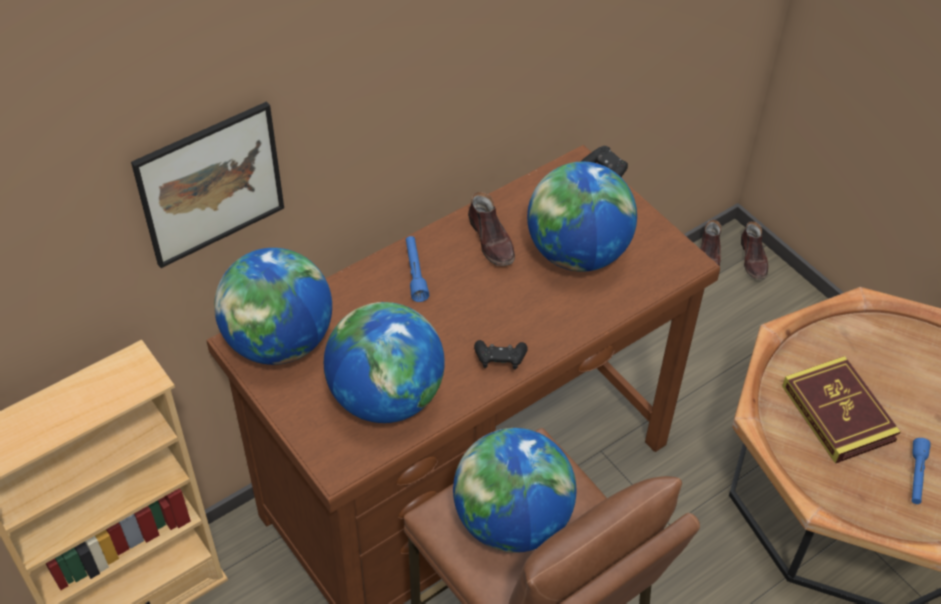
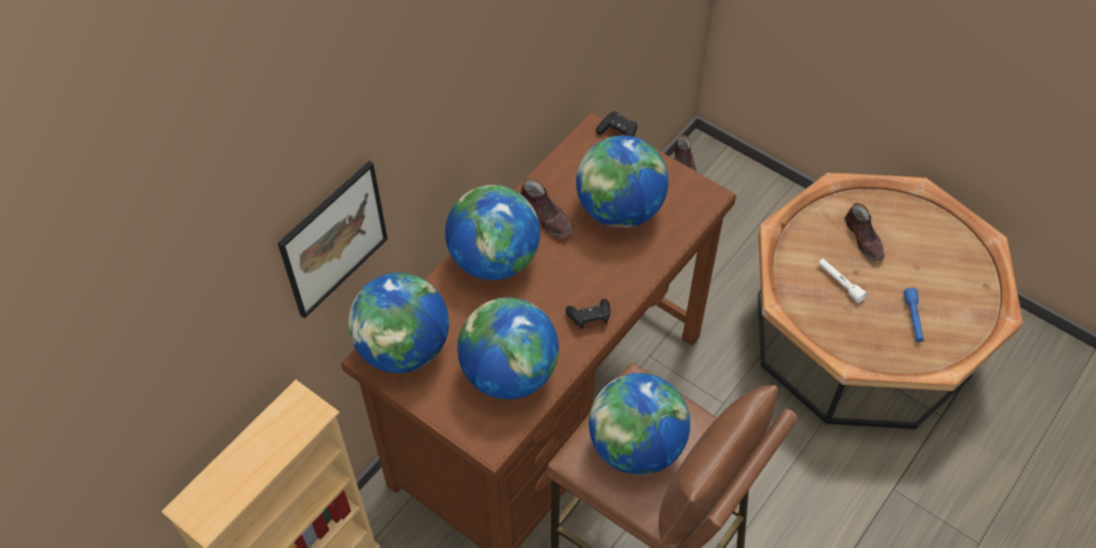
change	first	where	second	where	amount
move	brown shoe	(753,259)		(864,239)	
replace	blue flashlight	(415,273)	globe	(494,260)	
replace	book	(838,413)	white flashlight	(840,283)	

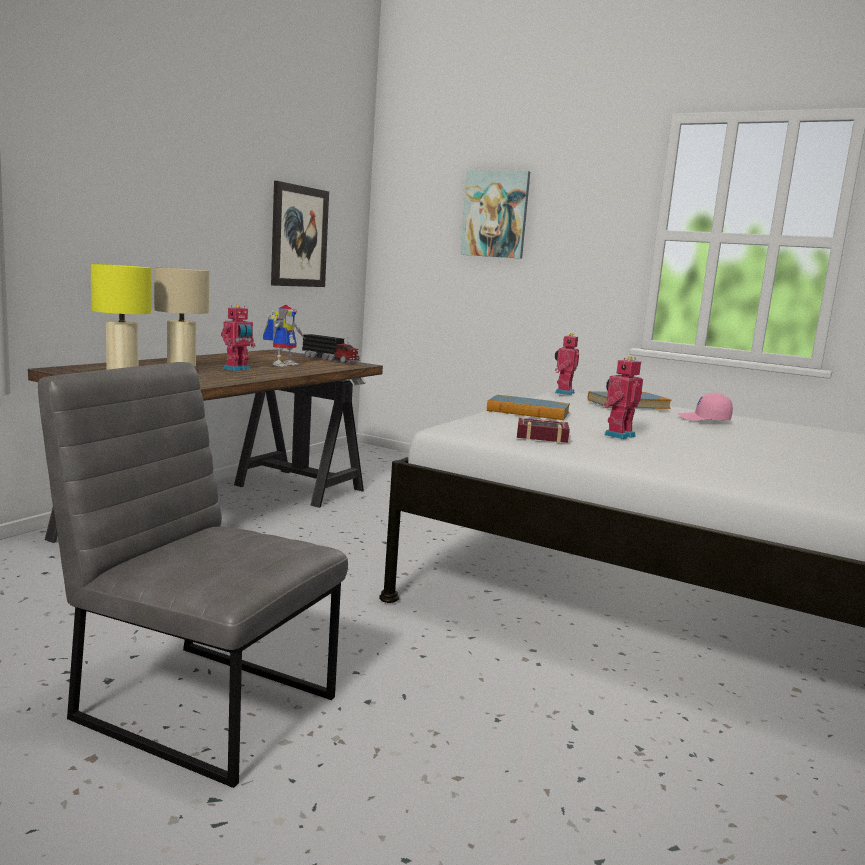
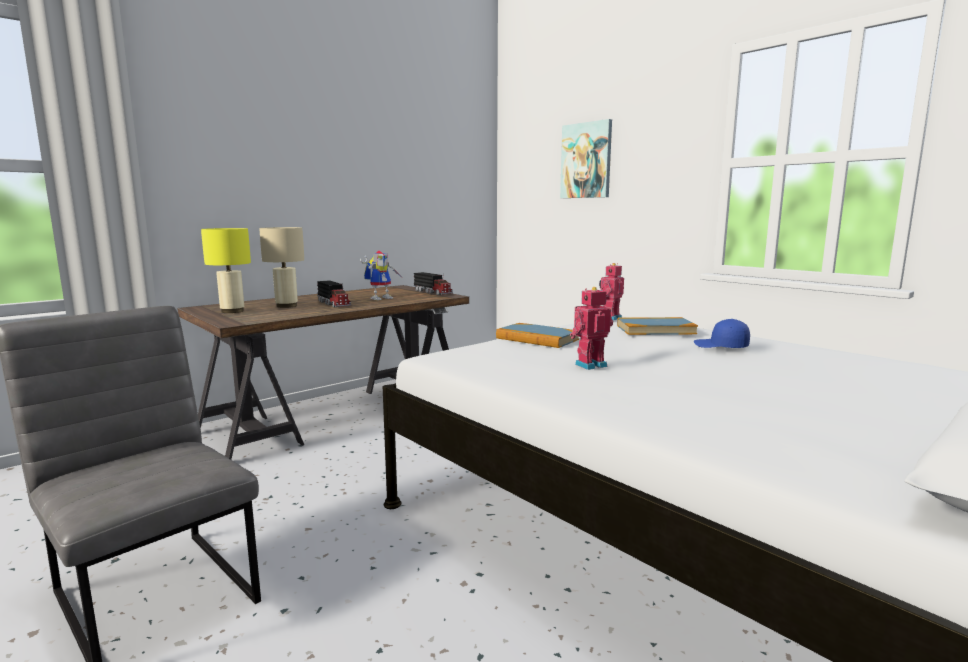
change	first	where	second	where	amount
delete	picture	(299,236)			
delete	book	(539,436)			
replace	toy robot	(237,369)	toy truck	(334,303)	
recolor	pink cap	(704,419)	blue cap	(720,346)	

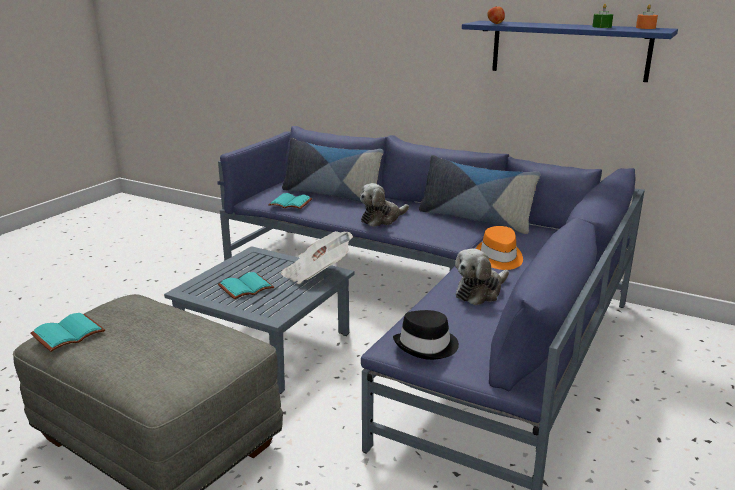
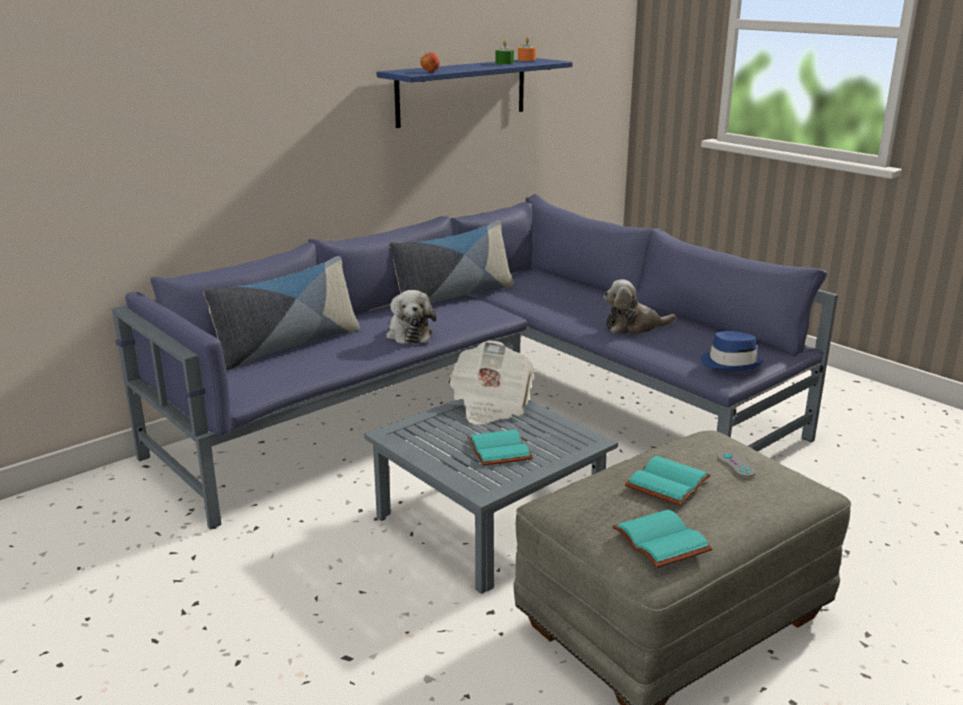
change	first	where	second	where	amount
delete	orange hat	(499,258)			
insert			grey game controller	(736,464)	
move	turquoise book	(291,203)		(666,481)	
recolor	black hat	(427,346)	blue hat	(730,363)	
rotate	plush toy	(480,292)		(633,327)	105 degrees clockwise

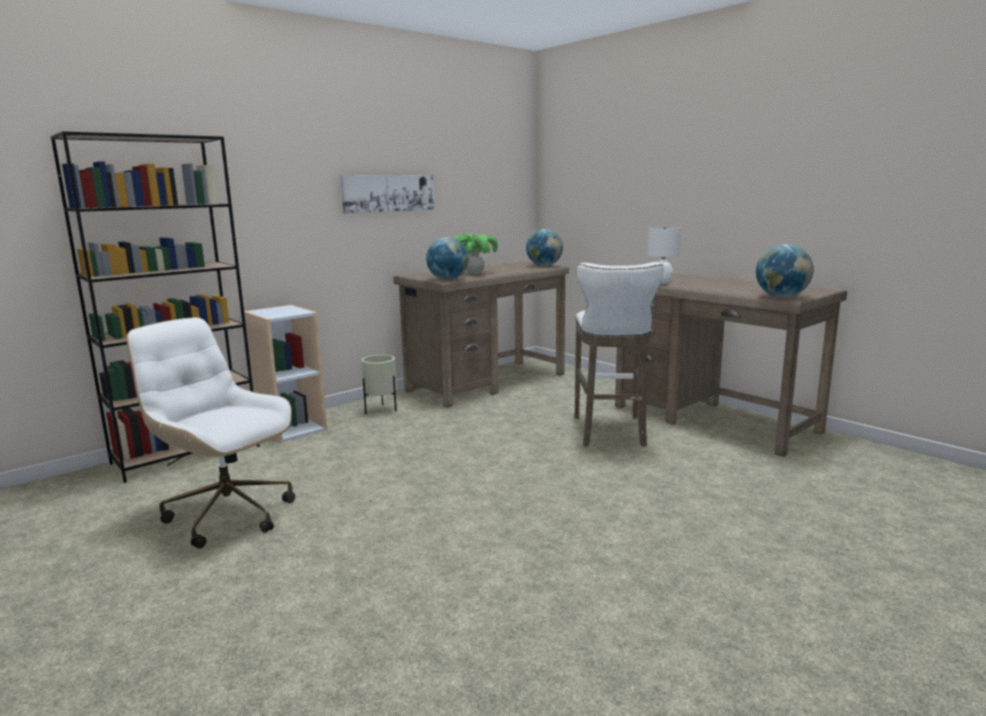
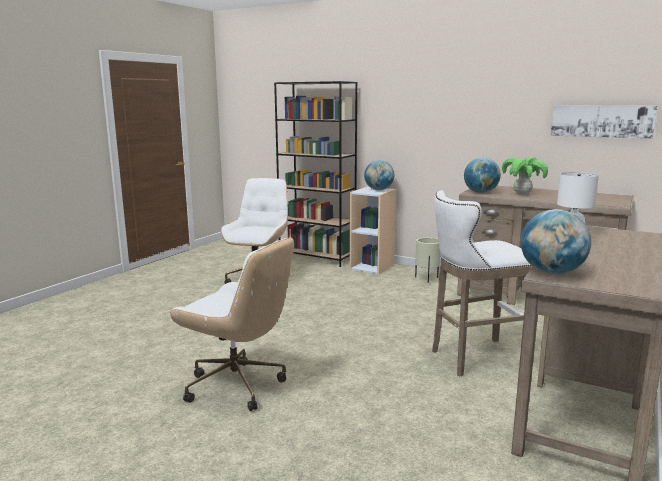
change	first	where	second	where	amount
insert			white office chair	(238,388)	
move	picture	(388,193)		(601,121)	
move	globe	(544,266)		(378,190)	

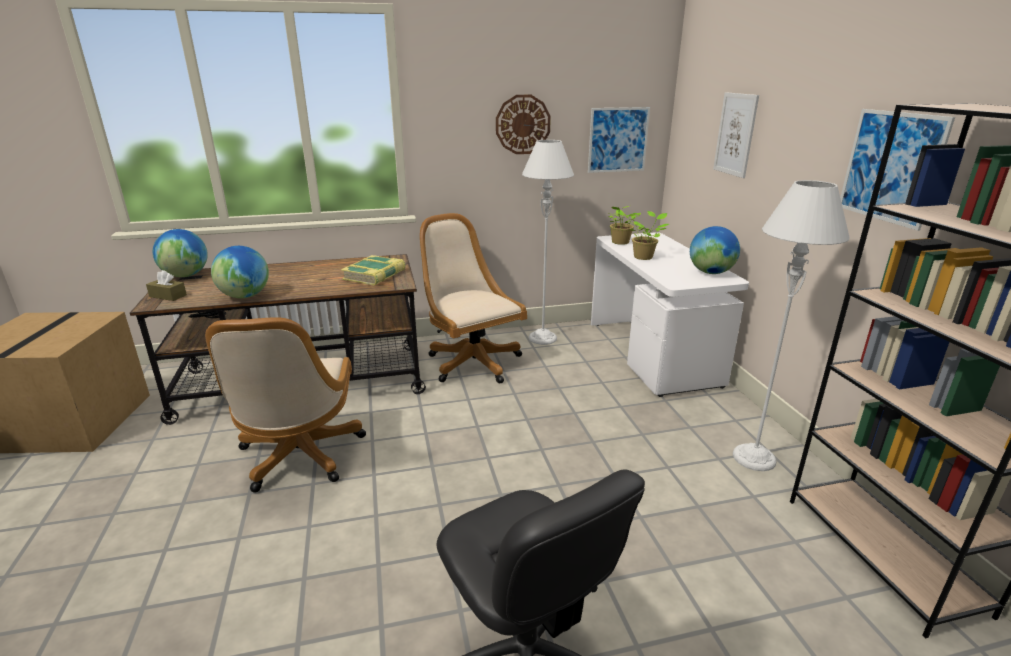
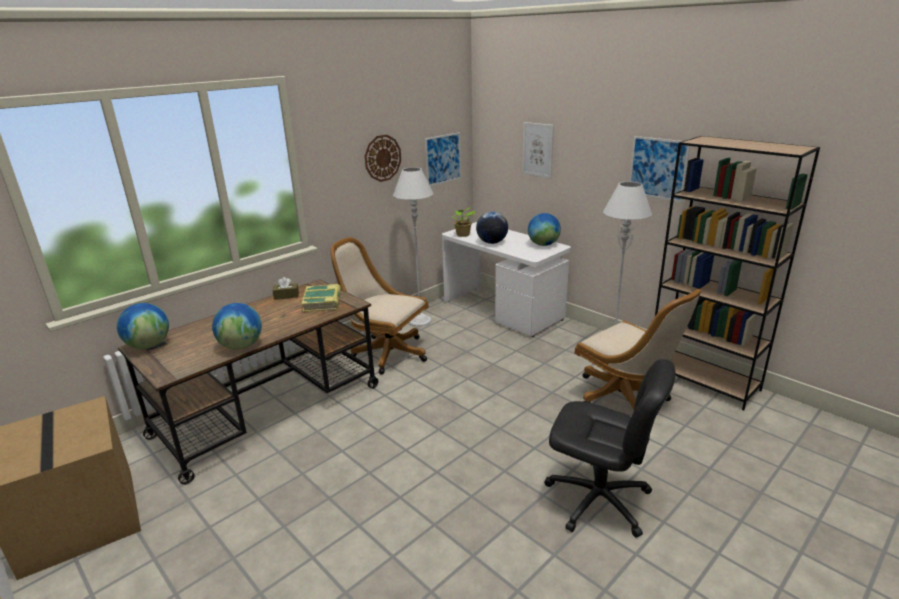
change	first	where	second	where	amount
move	brown tissue box	(168,296)		(286,296)	
move	office chair	(300,459)		(627,398)	
replace	potted plant	(644,257)	globe	(492,242)	

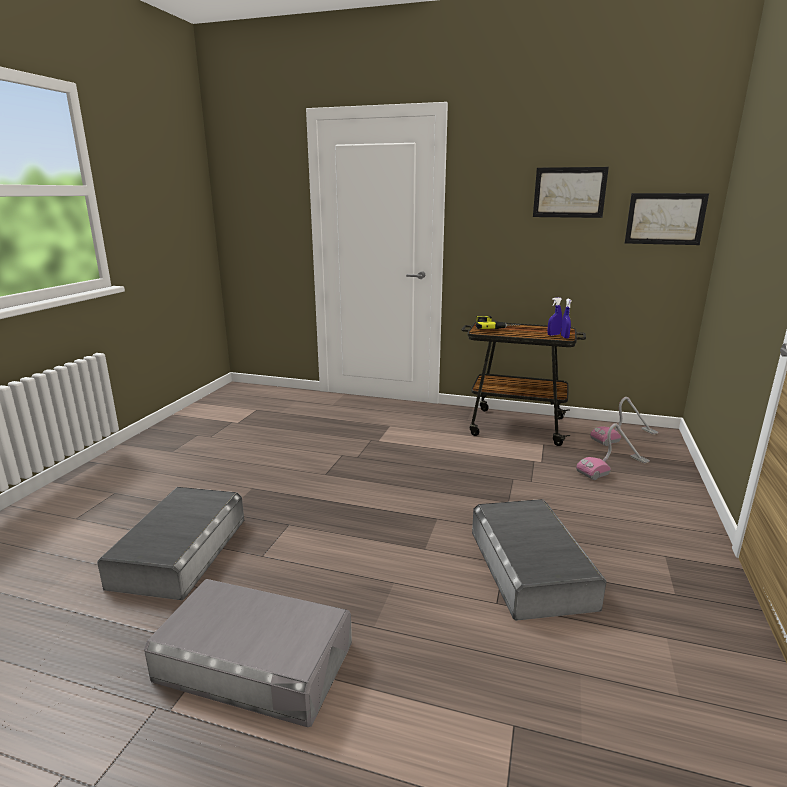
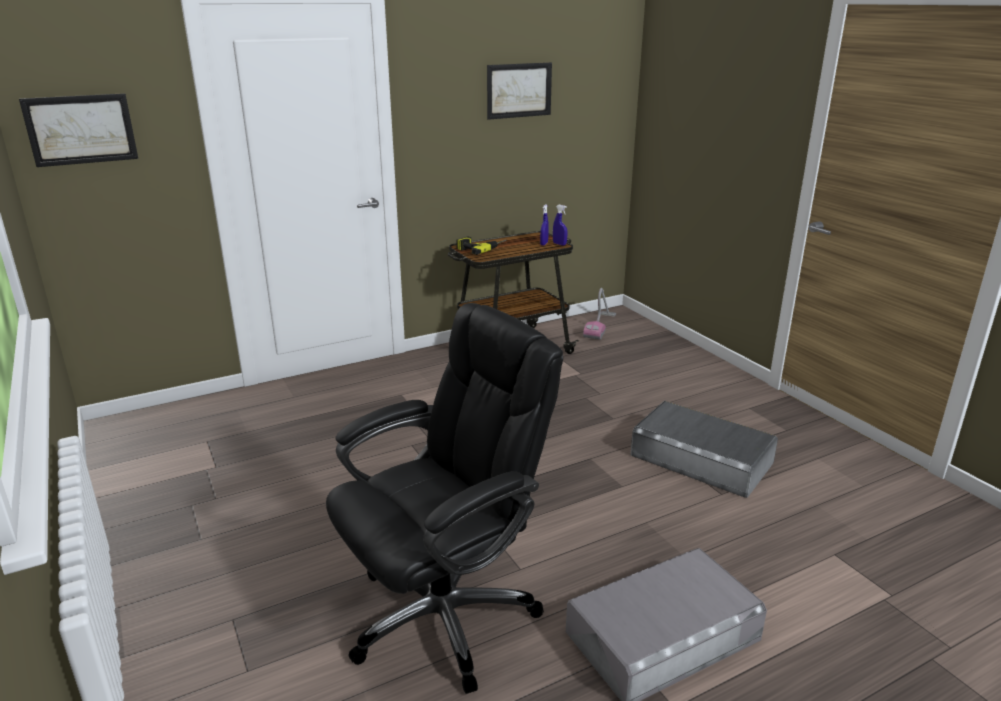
change	first	where	second	where	amount
delete	vacuum cleaner	(613,467)			
move	picture	(665,219)		(81,129)	
replace	grey storage box	(180,552)	black office chair	(443,615)	

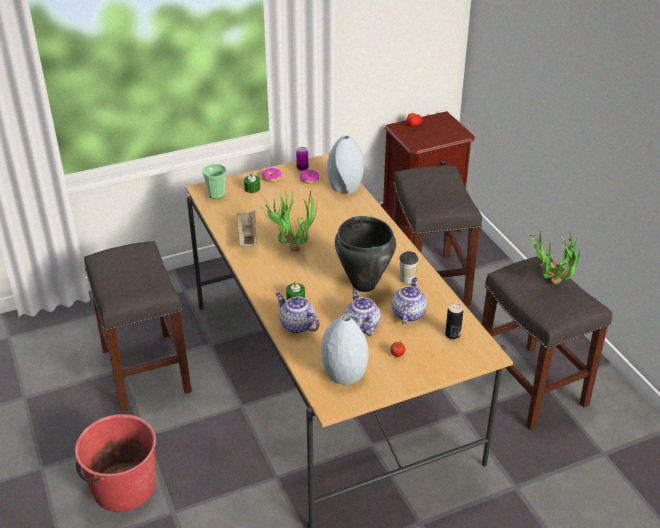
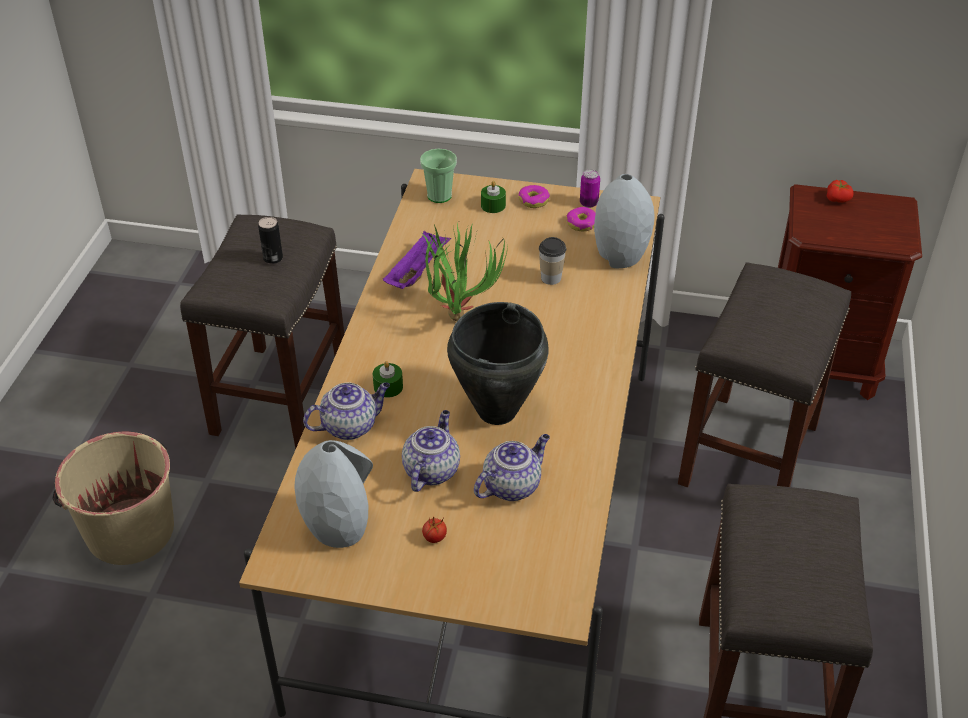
change	first	where	second	where	amount
delete	potted plant	(550,285)			
move	cup	(407,279)		(551,278)	
move	can	(452,334)		(273,258)	
recolor	red bucket	(123,487)	beige bucket	(129,531)	
recolor	beige tray	(247,237)	purple tray	(417,271)	
rotate	teapot	(296,325)		(350,426)	75 degrees clockwise

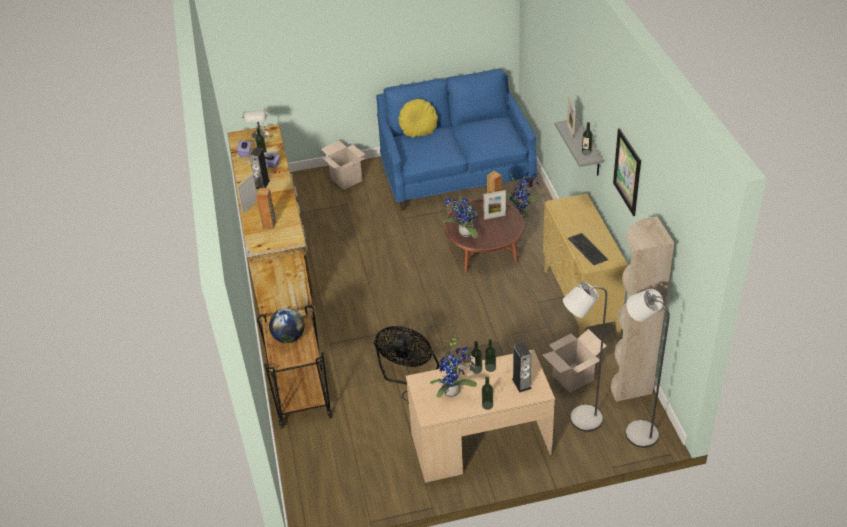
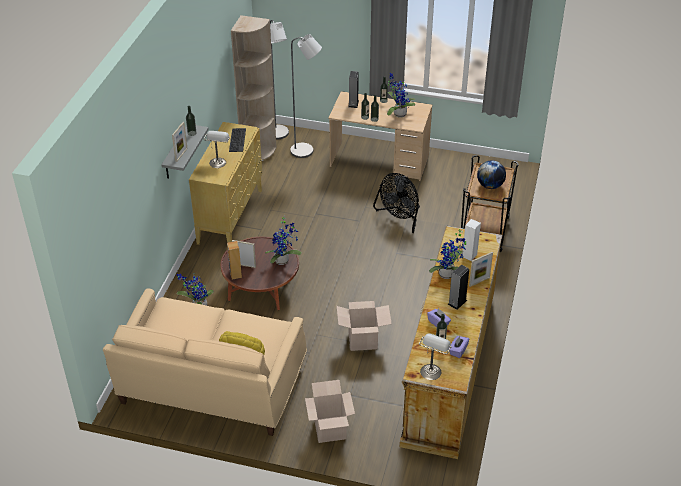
change	first	where	second	where	amount
delete	picture	(627,172)			
insert			white table lamp	(218,160)	
insert			potted plant	(448,275)	
move	cardboard box	(572,378)		(362,340)	
recolor	brown speaker	(269,225)	white speaker	(469,255)	
recolor	blue sofa	(456,172)	beige sofa	(211,385)	

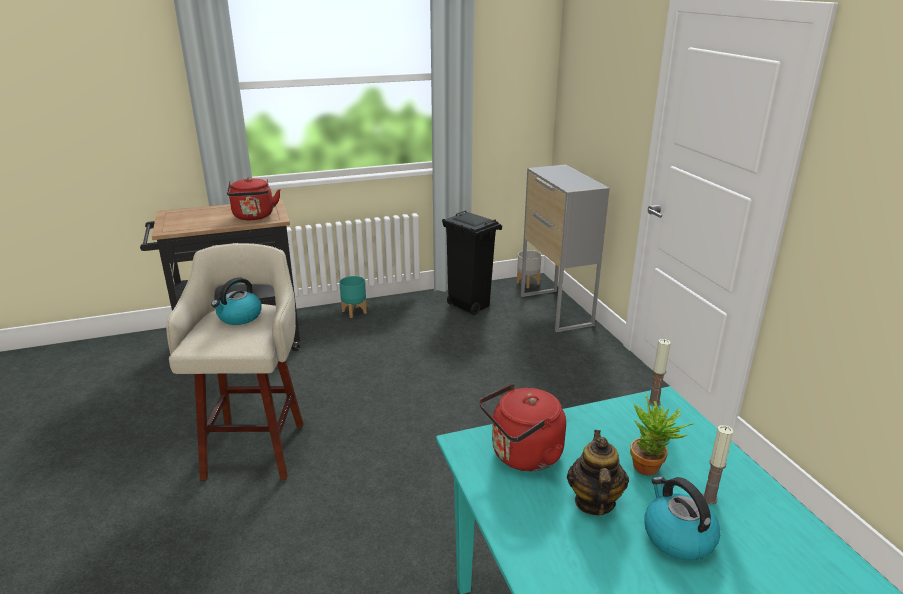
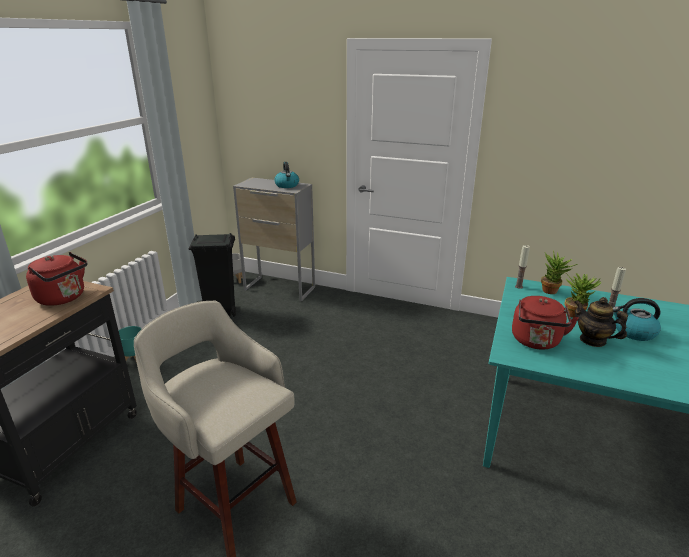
change	first	where	second	where	amount
insert			potted plant	(552,292)	
move	kettle	(239,317)		(287,185)	

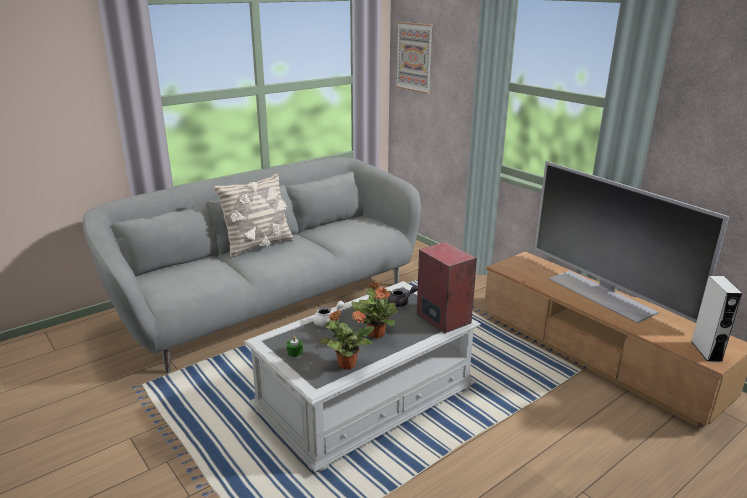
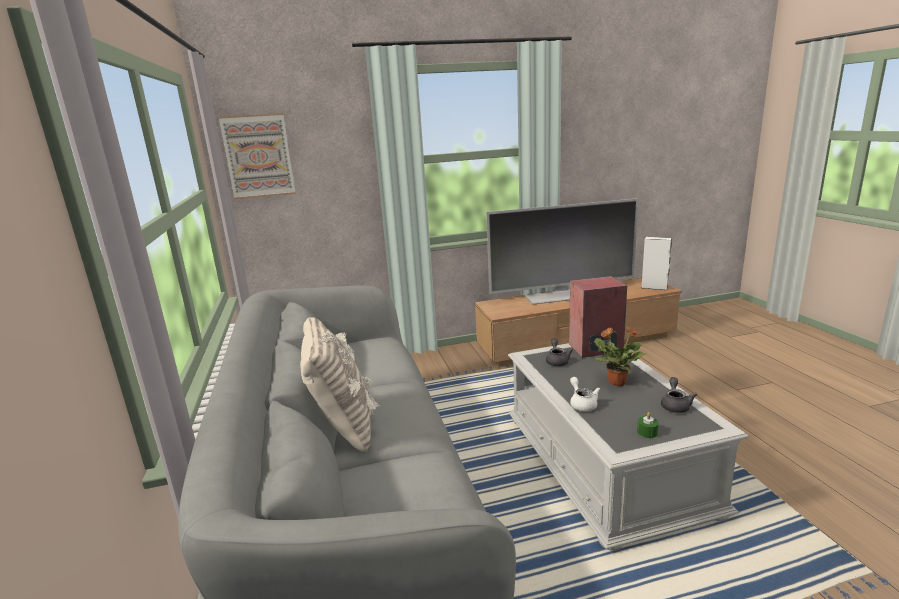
change	first	where	second	where	amount
replace	potted plant	(346,364)	grey teapot	(675,405)	

